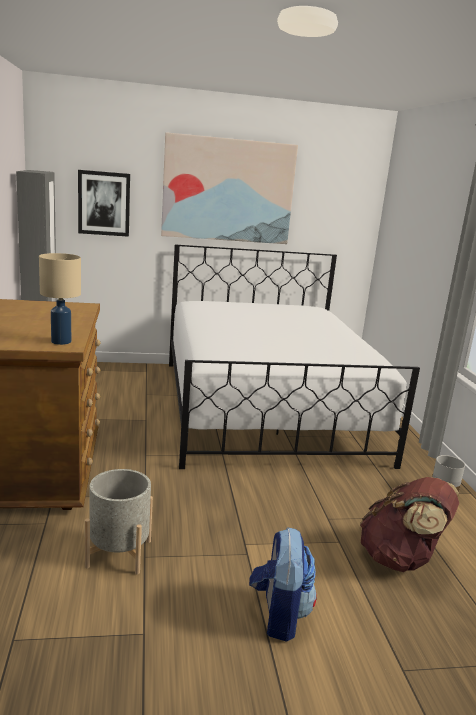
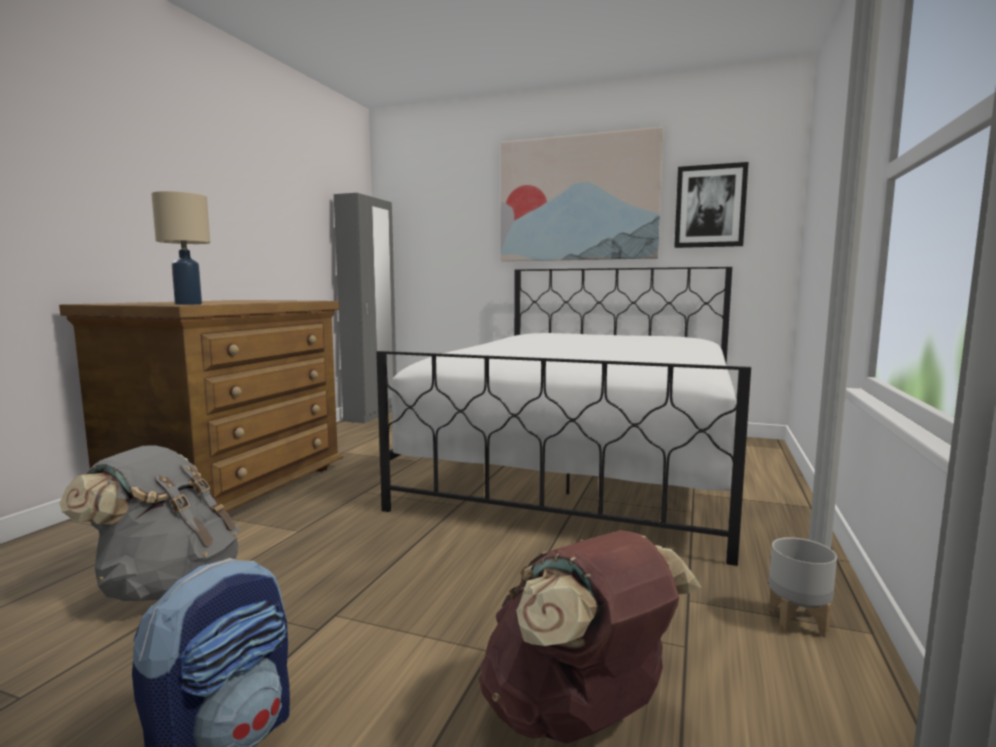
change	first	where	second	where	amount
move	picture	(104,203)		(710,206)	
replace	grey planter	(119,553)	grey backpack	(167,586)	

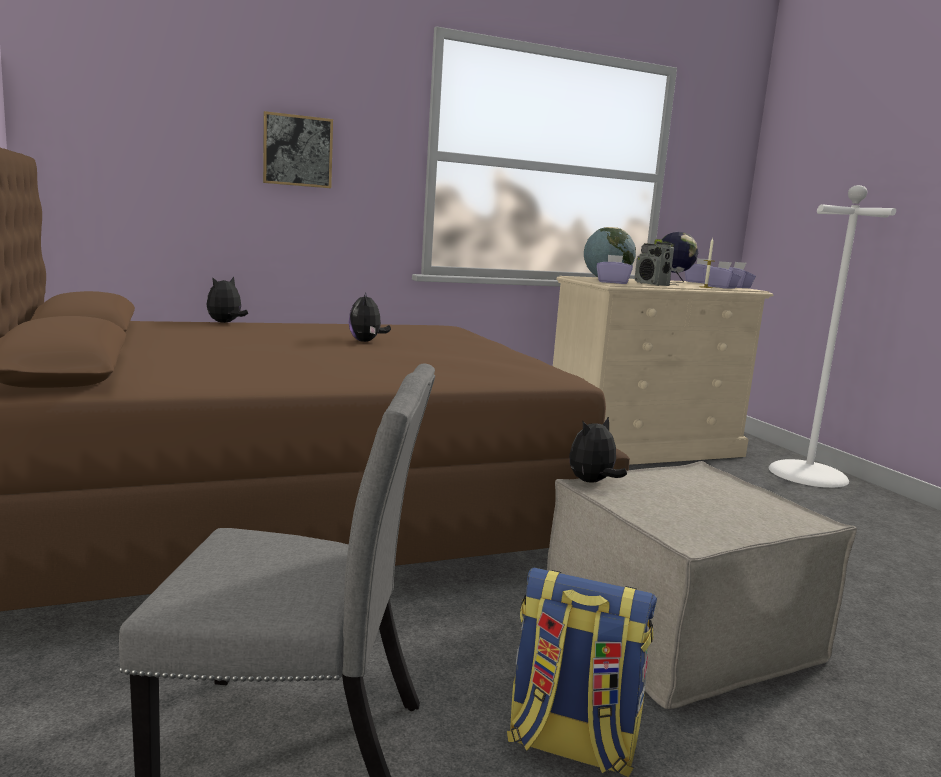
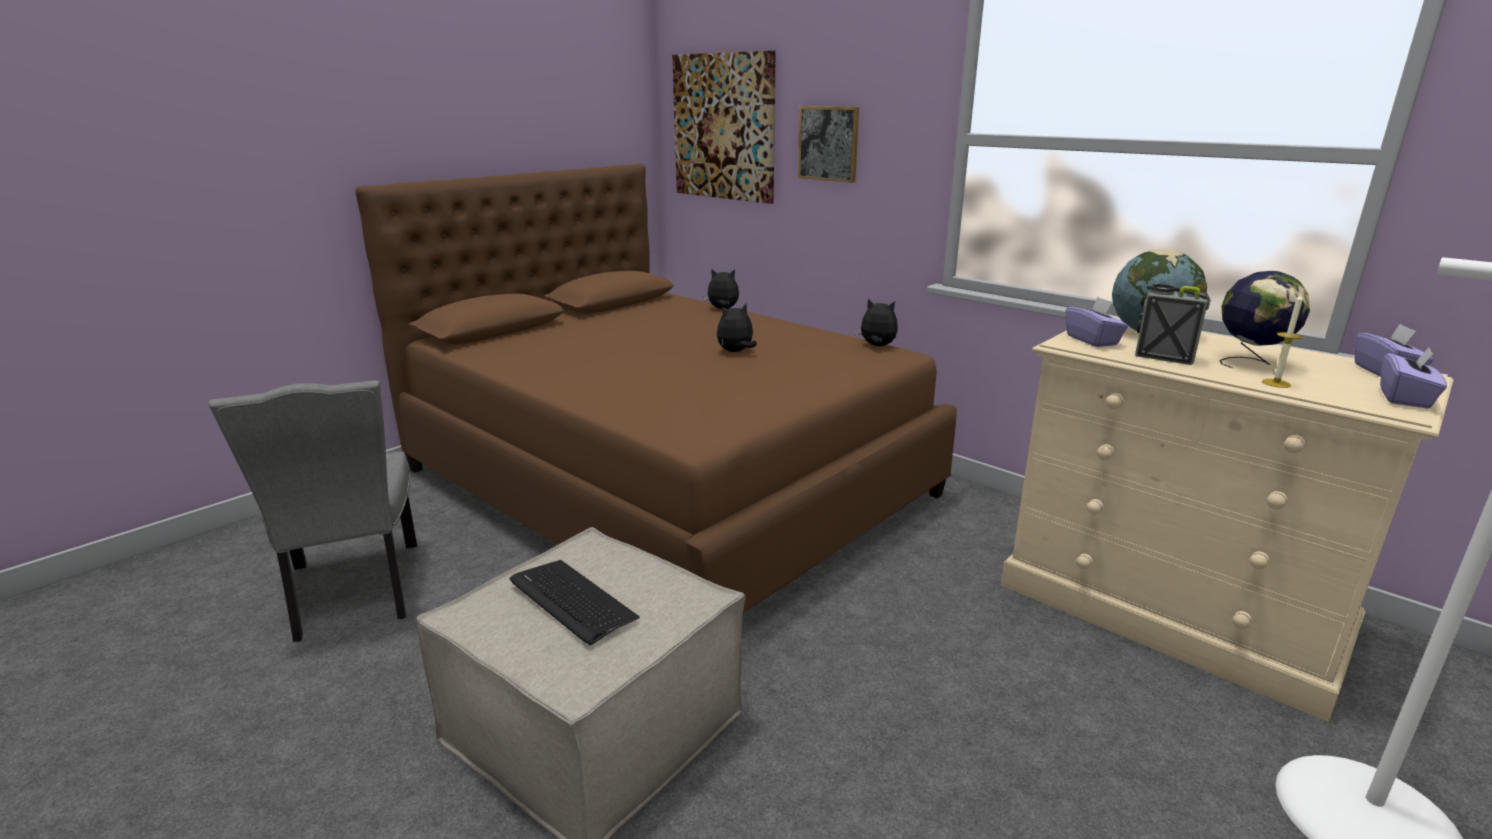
change	first	where	second	where	amount
delete	backpack	(570,744)			
delete	purple tissue box	(720,287)			
insert			keyboard	(572,601)	
insert			picture	(724,127)	
move	plush toy	(592,482)		(877,346)	
rotate	radio	(651,284)		(1164,356)	90 degrees clockwise

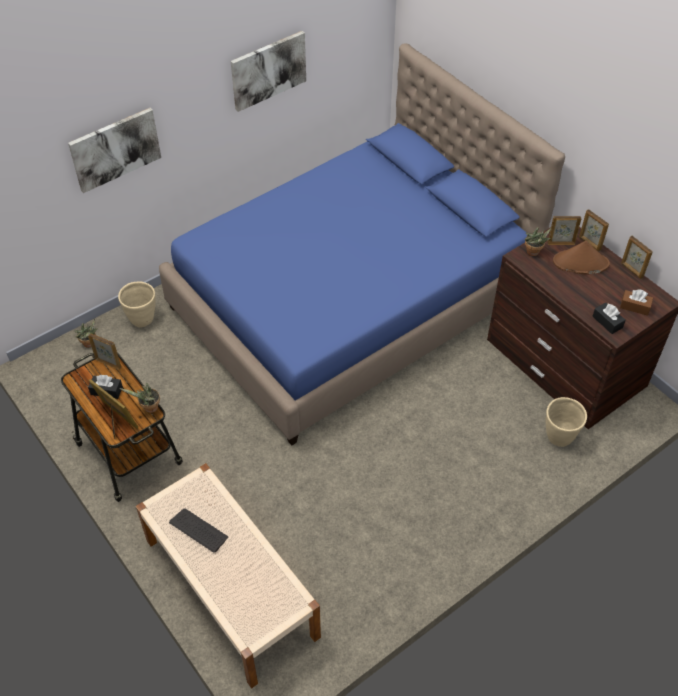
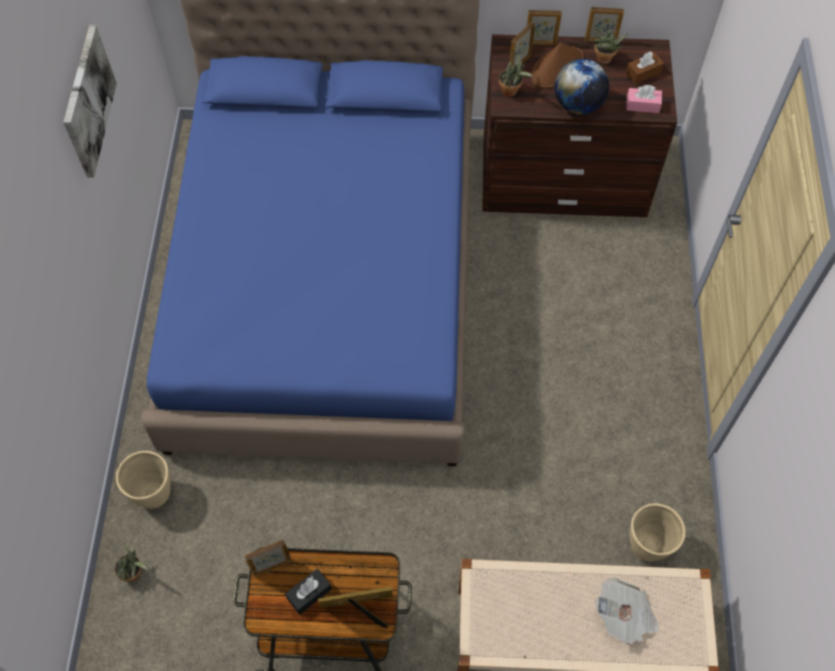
change	first	where	second	where	amount
delete	picture	(115,149)			
delete	keyboard	(199,530)			
insert			globe	(578,105)	
insert			newspaper	(625,616)	
move	potted plant	(149,409)		(604,61)	
move	beige planter	(559,438)		(647,547)	
recolor	black tissue box	(607,322)	pink tissue box	(642,105)	

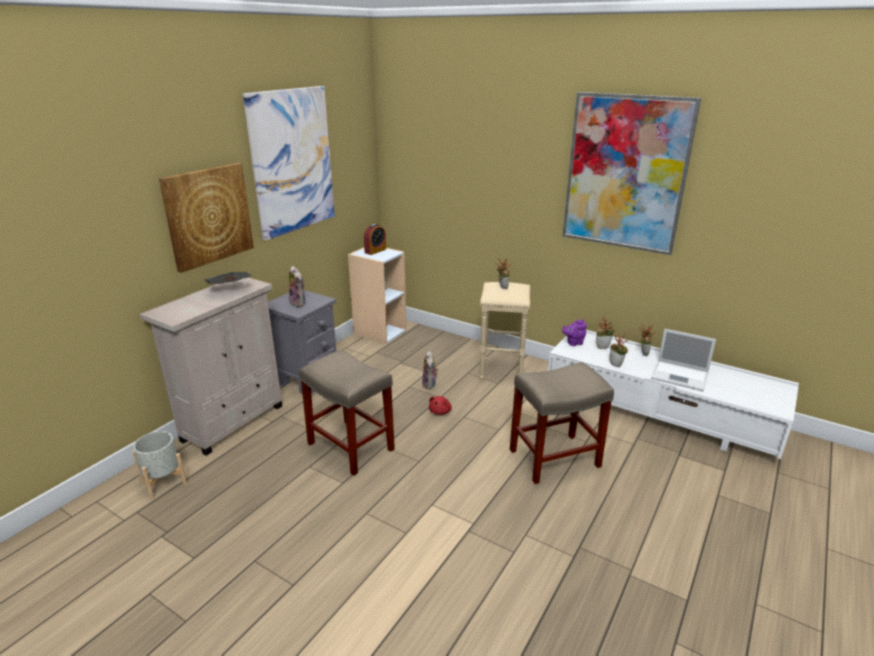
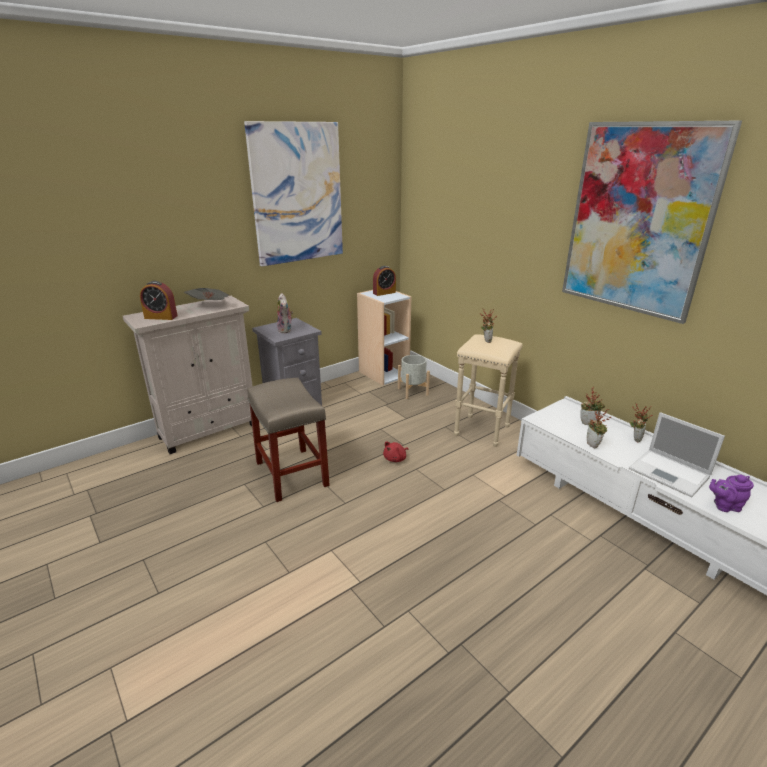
change	first	where	second	where	amount
delete	picture	(208,215)			
delete	plush toy	(430,385)			
delete	beige stool	(555,457)			
insert			alarm clock	(161,317)	
move	grey planter	(164,482)		(413,391)	
move	purple teapot	(573,343)		(724,506)	

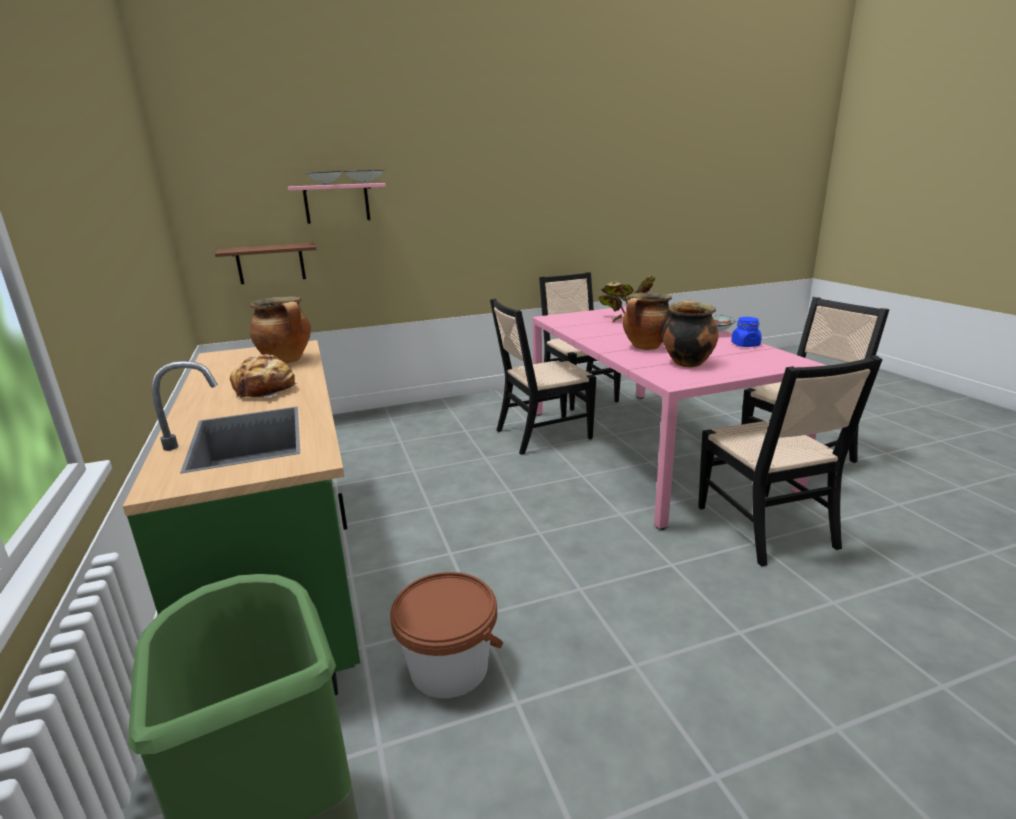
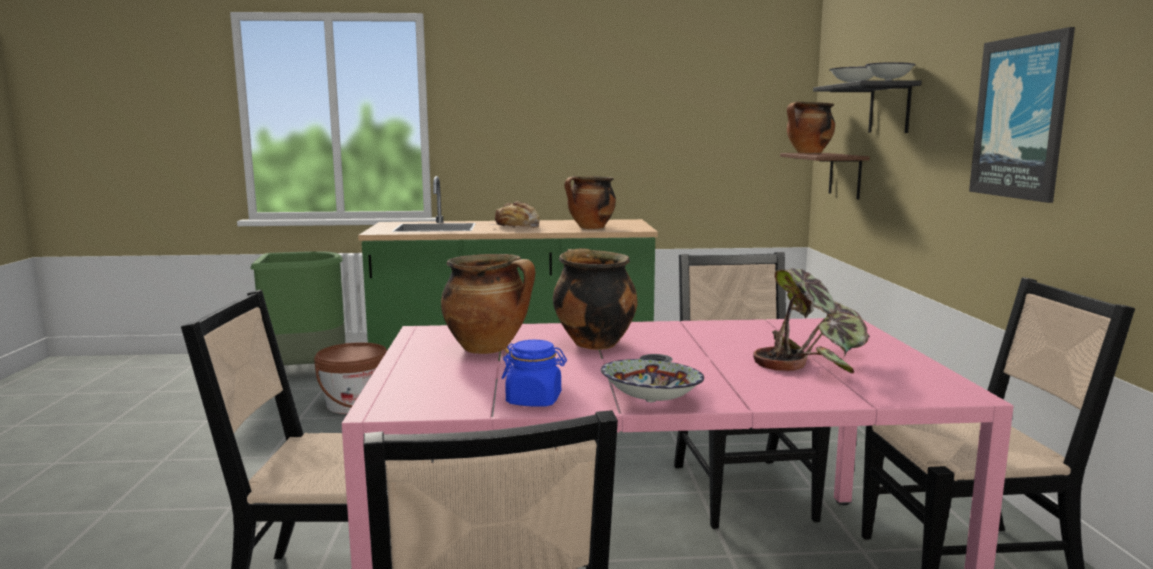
change	first	where	second	where	amount
insert			cooking pot	(808,153)	
insert			picture	(1021,117)	
recolor	pink shelf	(337,203)	black shelf	(889,108)	

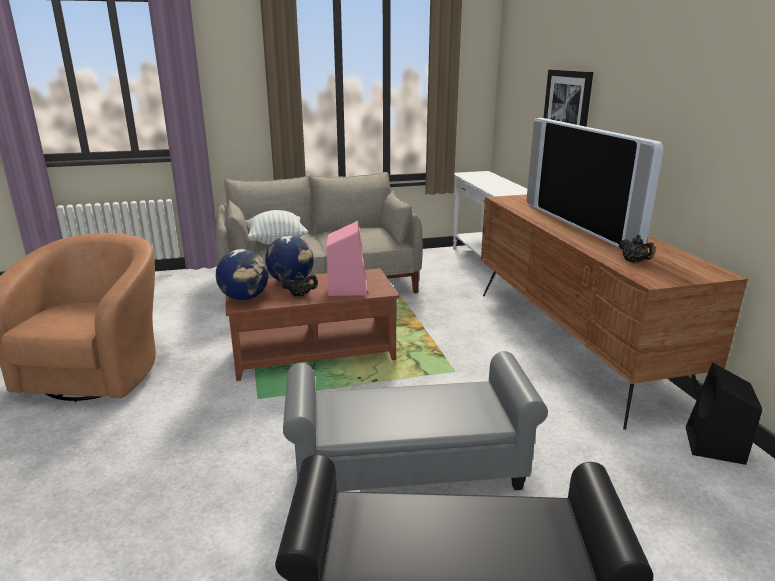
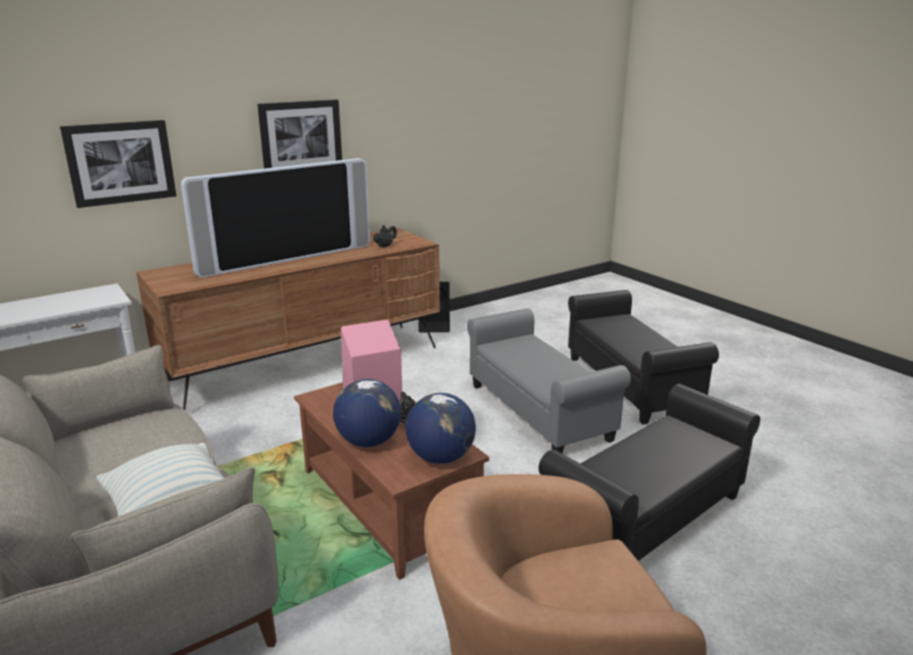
change	first	where	second	where	amount
insert			picture	(301,137)	
insert			black ottoman	(646,518)	

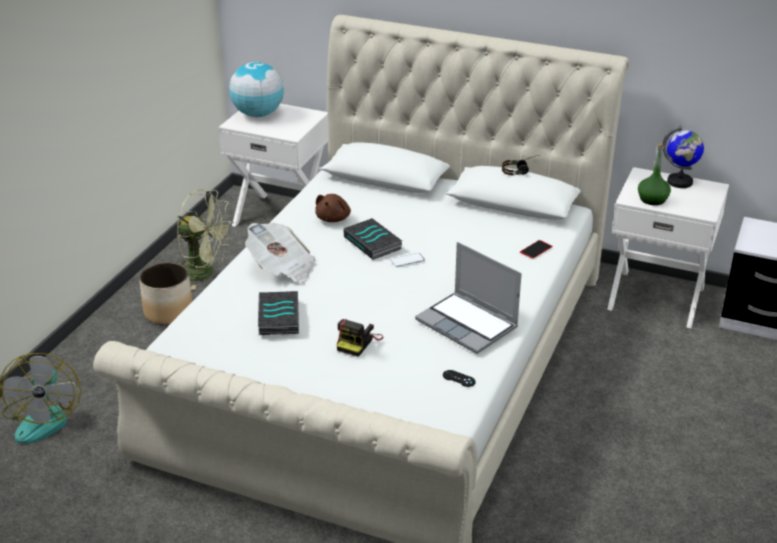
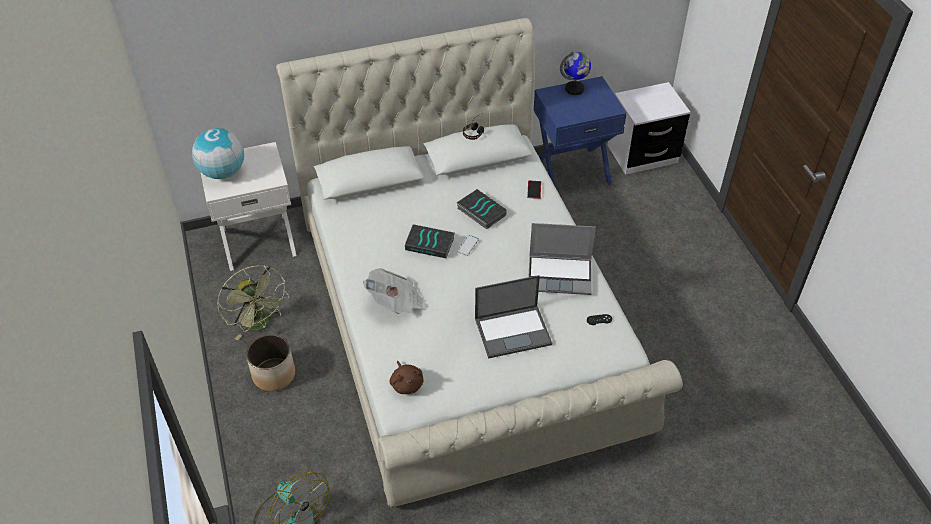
change	first	where	second	where	amount
delete	green bottle	(652,199)			
move	book	(277,317)		(480,212)	
move	brown plush toy	(334,218)		(406,383)	
replace	photo camera	(358,342)	laptop	(513,331)	
recolor	white nightstand	(656,297)	blue nightstand	(571,171)	
rotate	green fan	(204,273)		(260,325)	75 degrees clockwise

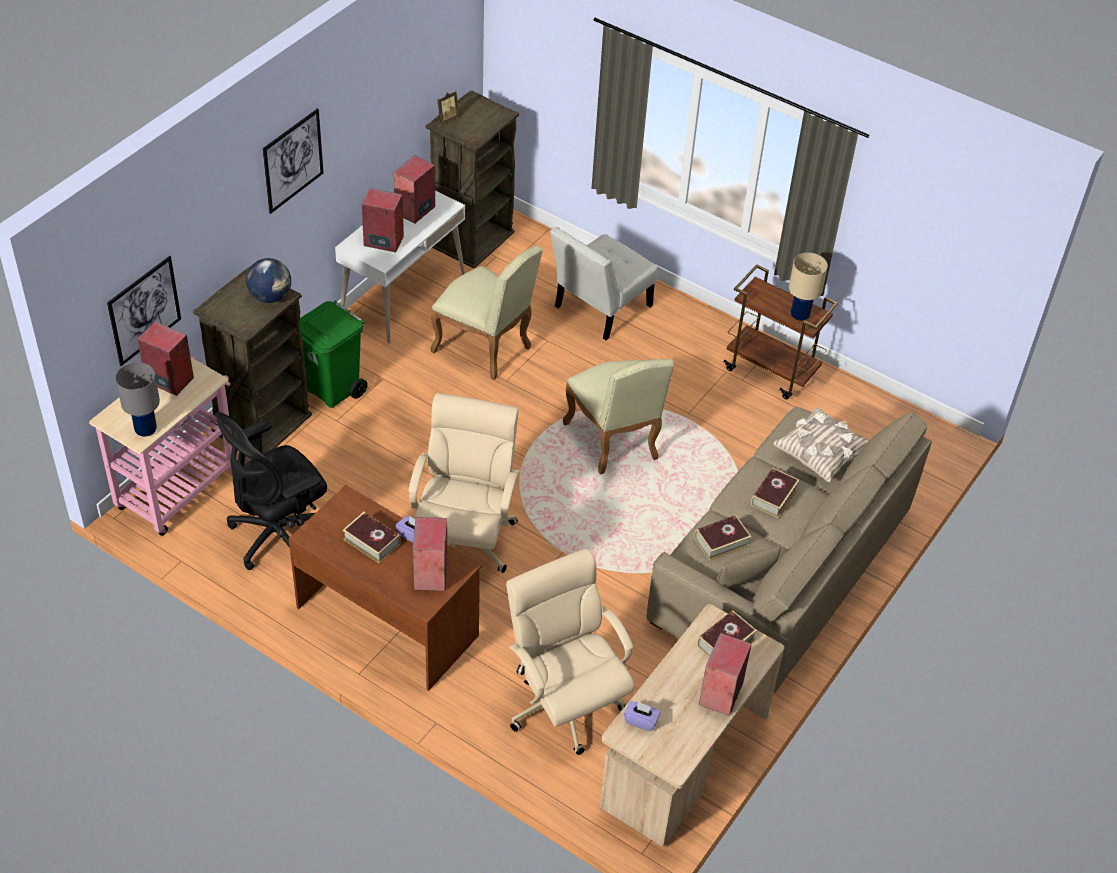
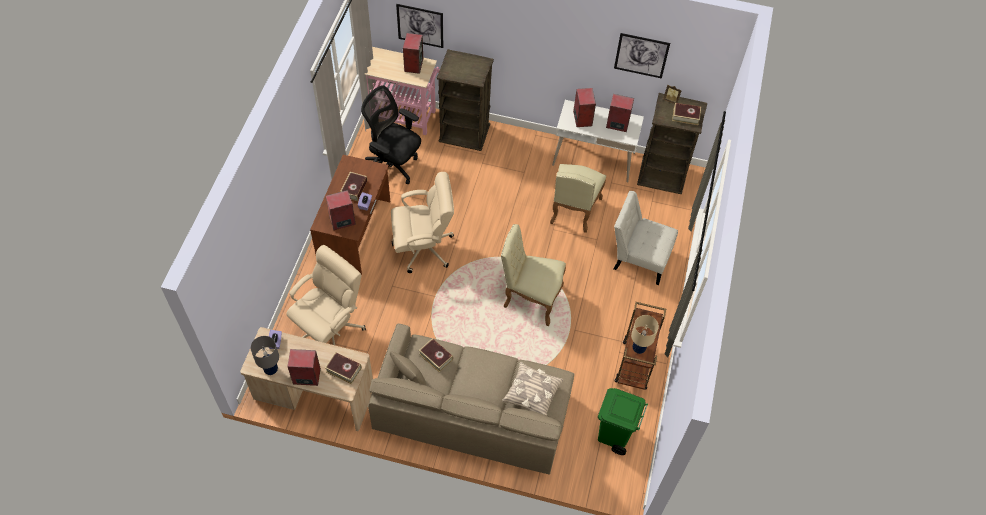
change	first	where	second	where	amount
delete	globe	(270,296)			
move	grey table lamp	(145,431)		(270,369)	
move	picture	(293,160)		(641,55)	
move	green trash can	(333,390)		(614,435)	
move	book	(773,497)		(685,116)	
rotate	beige chair	(614,442)		(531,297)	60 degrees clockwise

